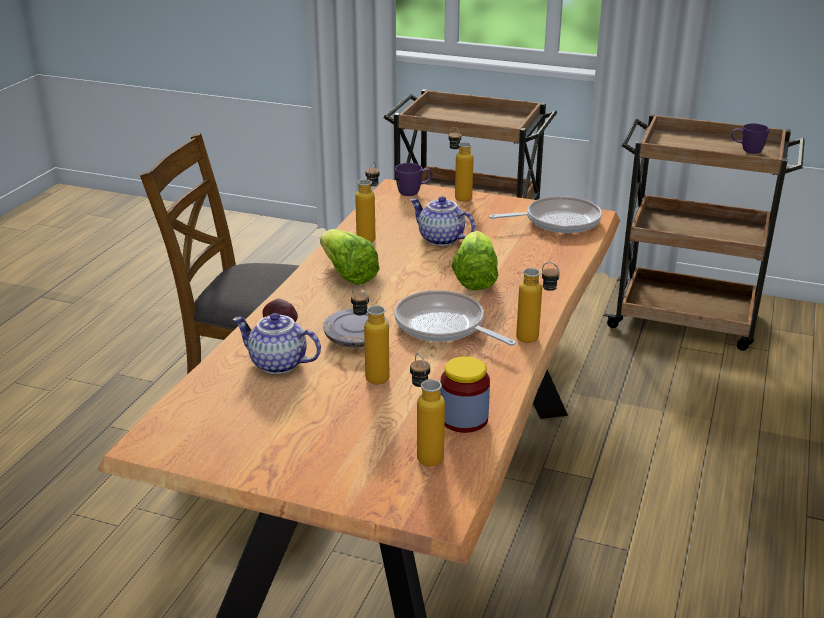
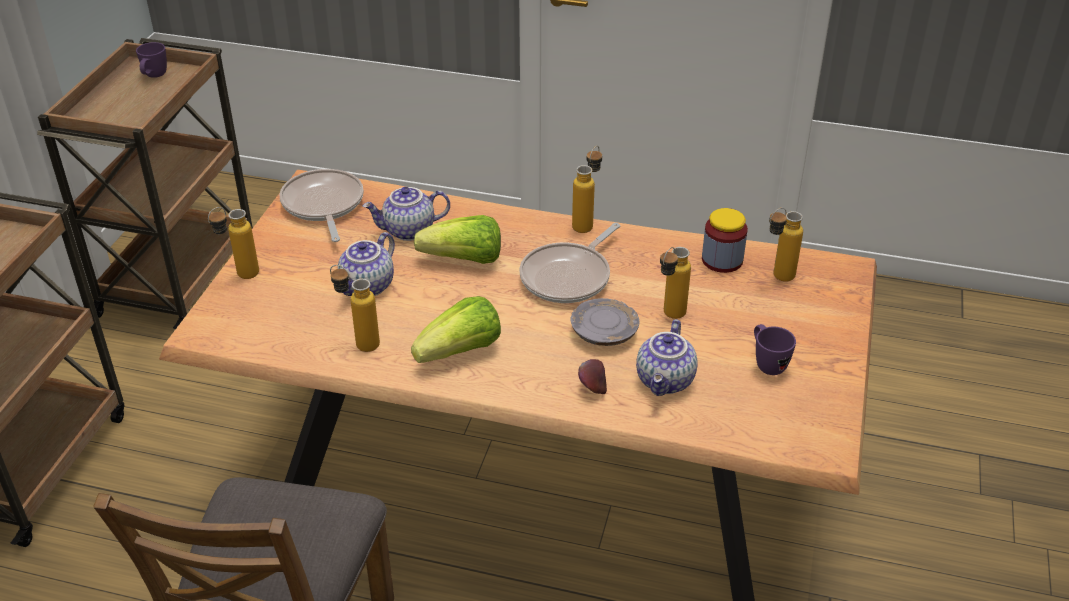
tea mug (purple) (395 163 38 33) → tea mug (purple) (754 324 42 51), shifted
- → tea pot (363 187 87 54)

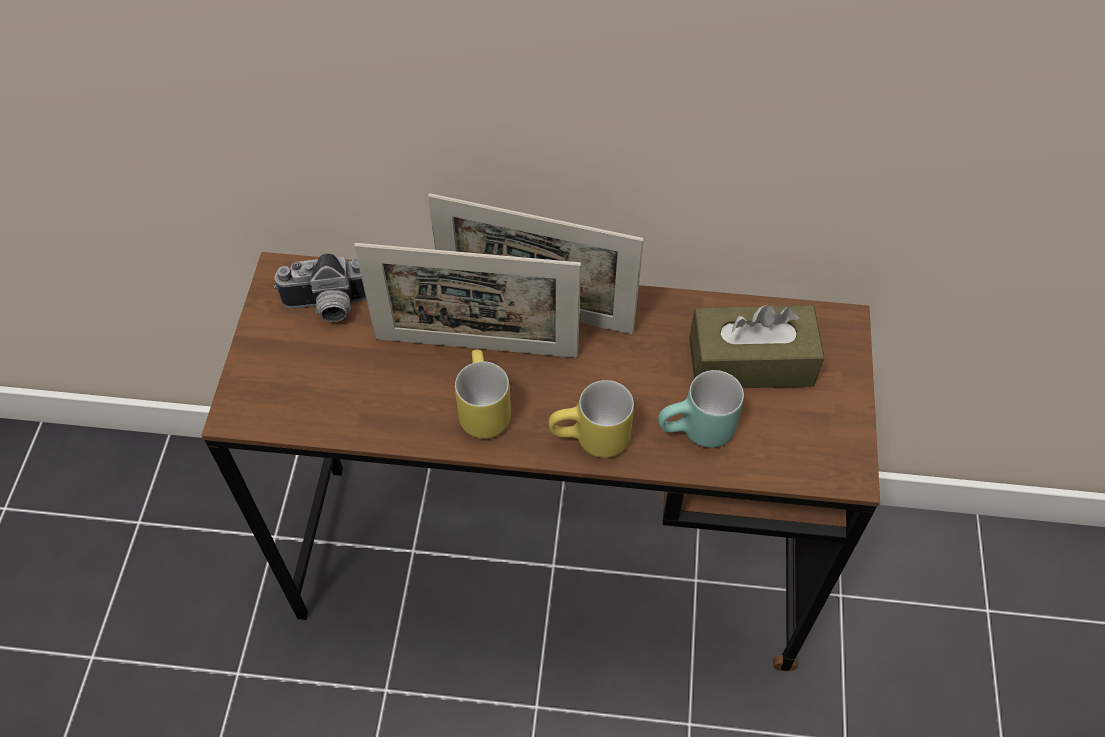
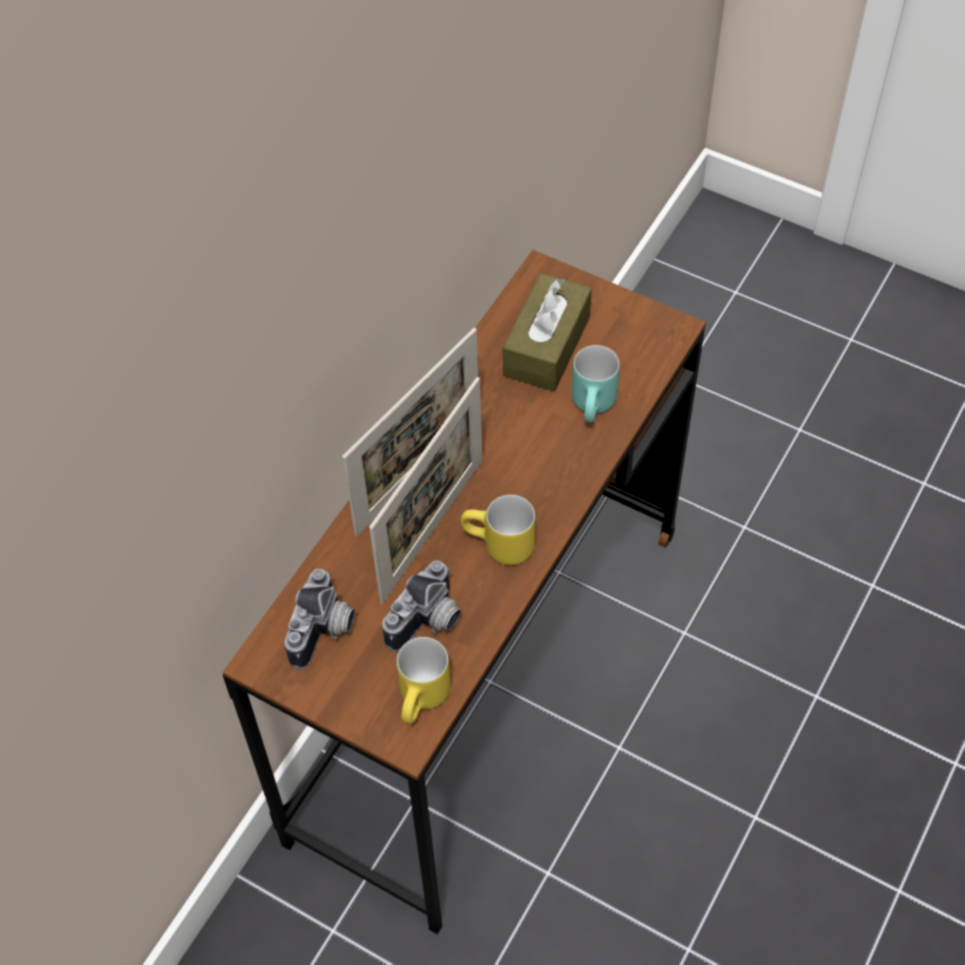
tea mug (yellowish) (549 380 85 78) → tea mug (yellowish) (397 637 54 87), shifted
- → photo camera (382 560 79 92)

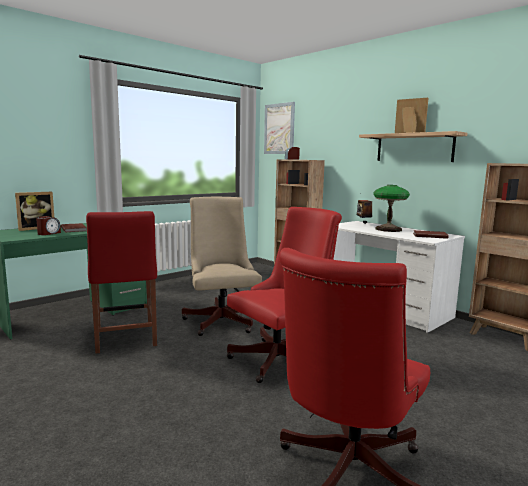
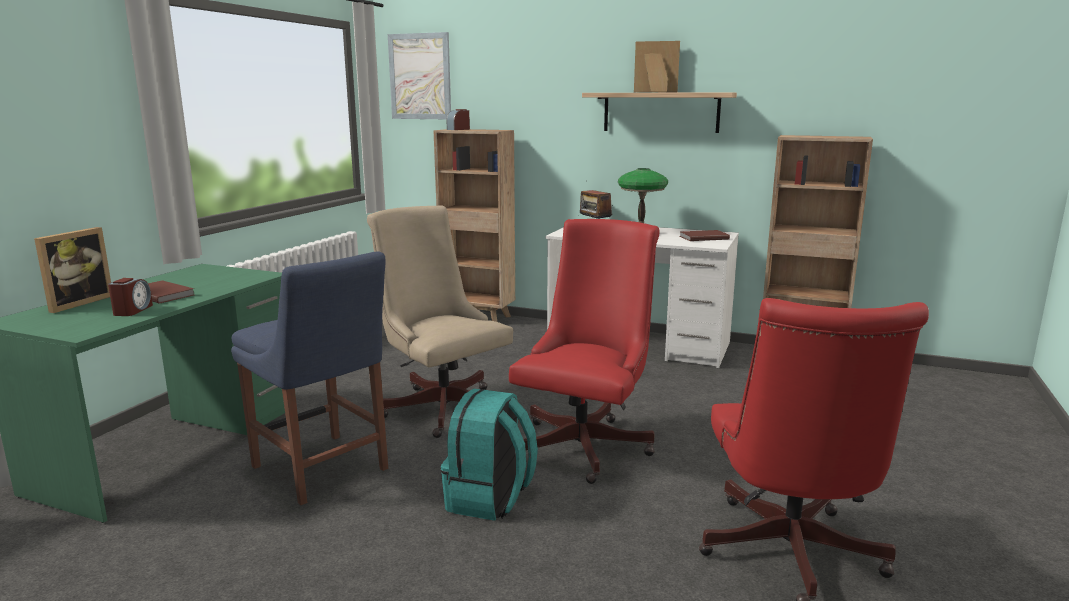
plain chair (red-coloured) (86 211 71 143) → plain chair (blue) (231 251 157 254)
- → backpack (turquoise) (441 389 97 132)

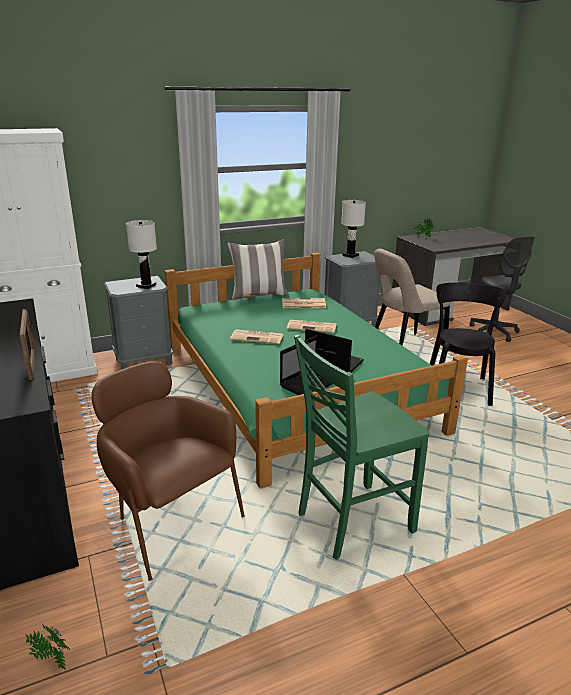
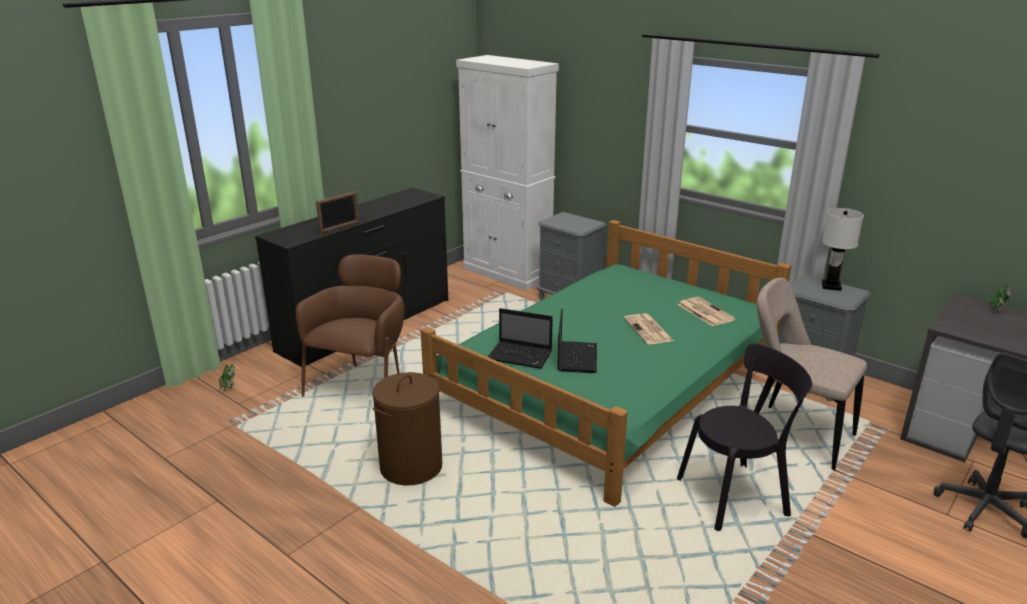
table lamp (white-coloured) (126 220 31 69) → -
pillow (228 239 61 61) → -
daily paper (230 329 53 15) → -
plain chair (green) (294 334 136 226) → laundry basket (brown-coloured) (372 372 70 113)

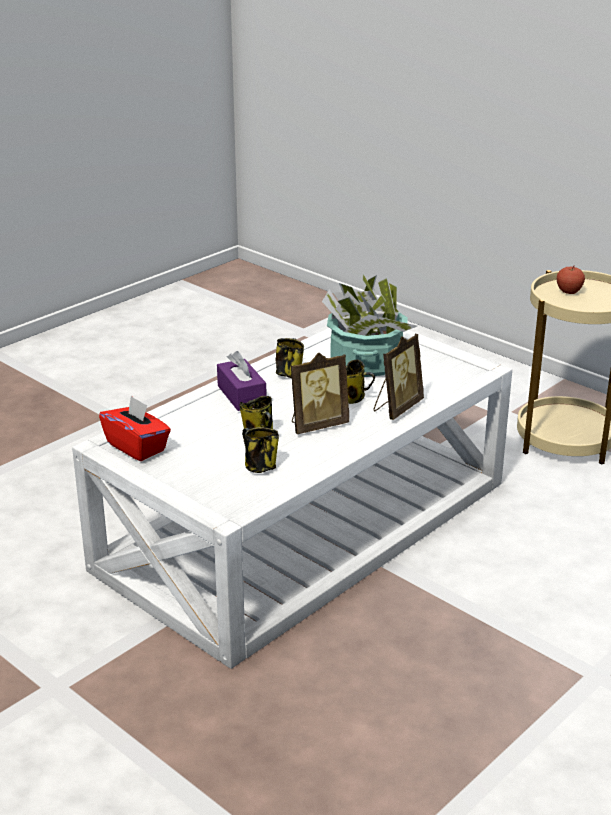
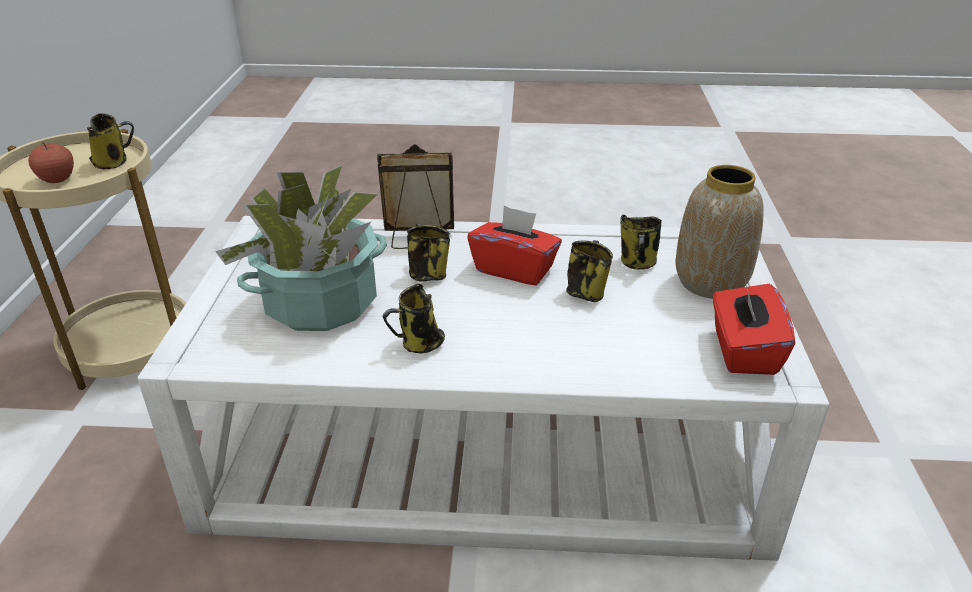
tissue holder (purple) (217 351 50 60) → -
picture frame (291 352 58 82) → tissue holder (red-coloured) (467 206 95 80)
- → tea mug (87 114 47 55)
- → flower vase (675 165 89 134)

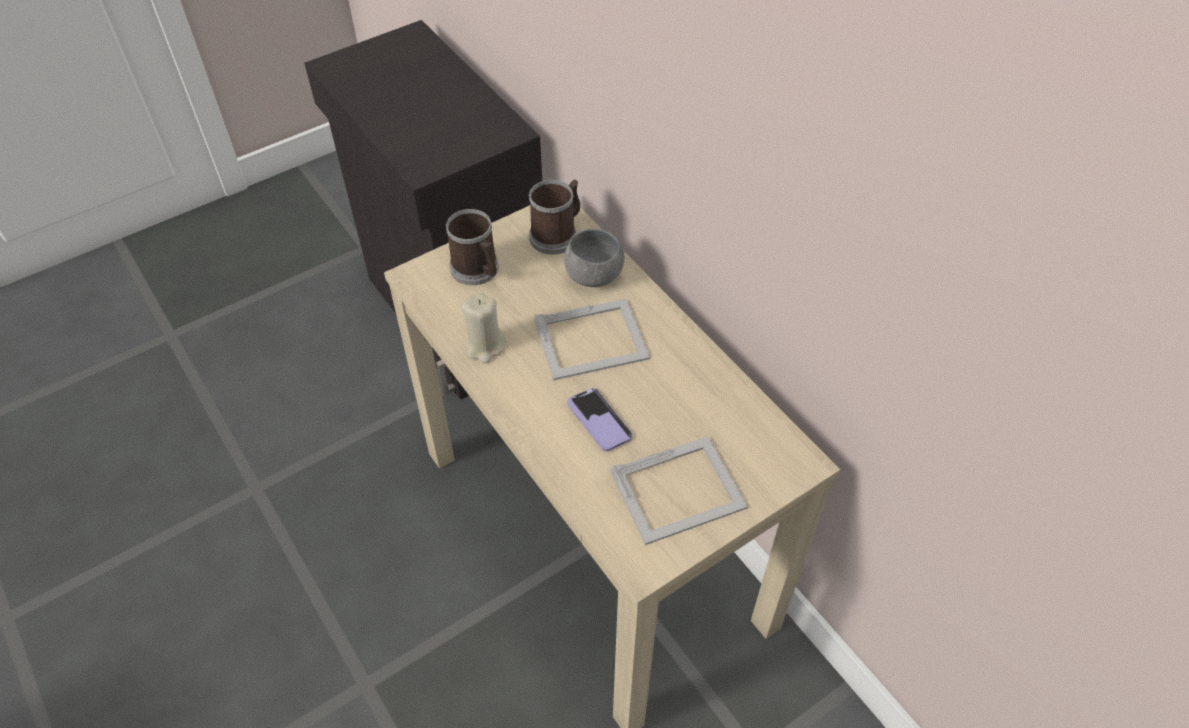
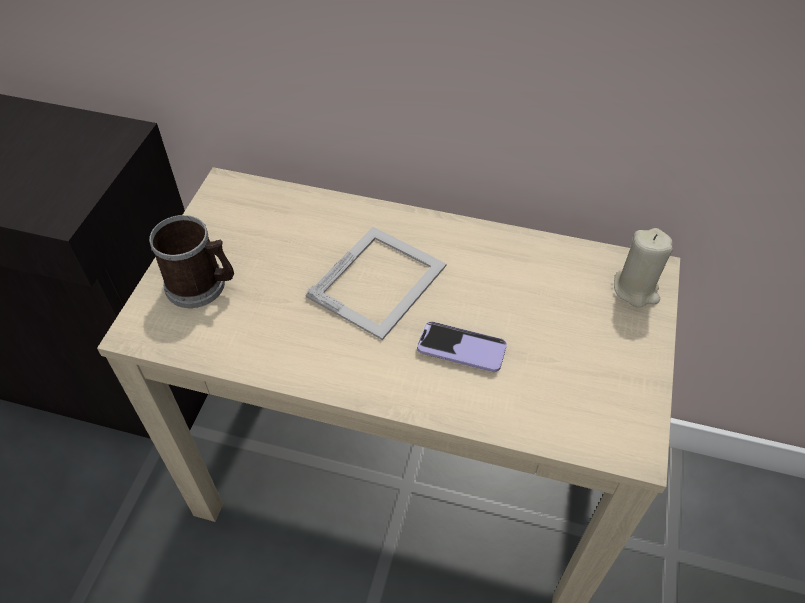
tea mug (529 180 51 75) → -
bowl (grey) (564 229 61 58) → -
wax candle (beige-coloured) (463 293 43 70) → wax candle (beige-coloured) (614 228 59 80), shifted
picture frame (610 436 138 109) → -

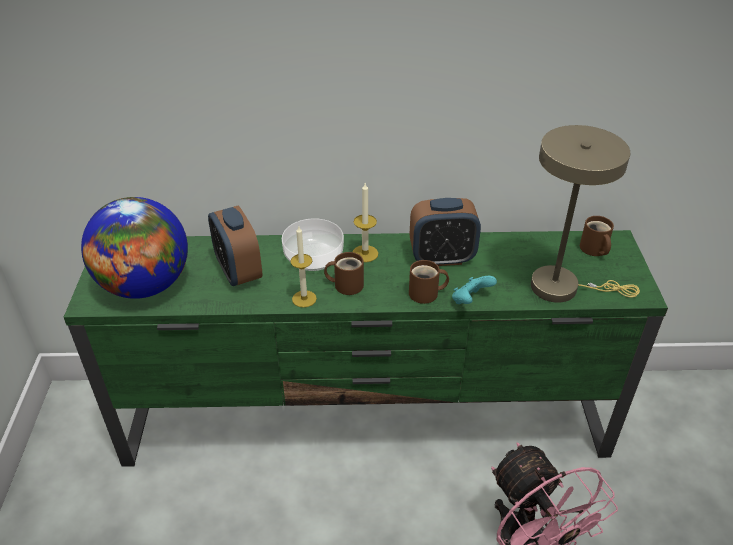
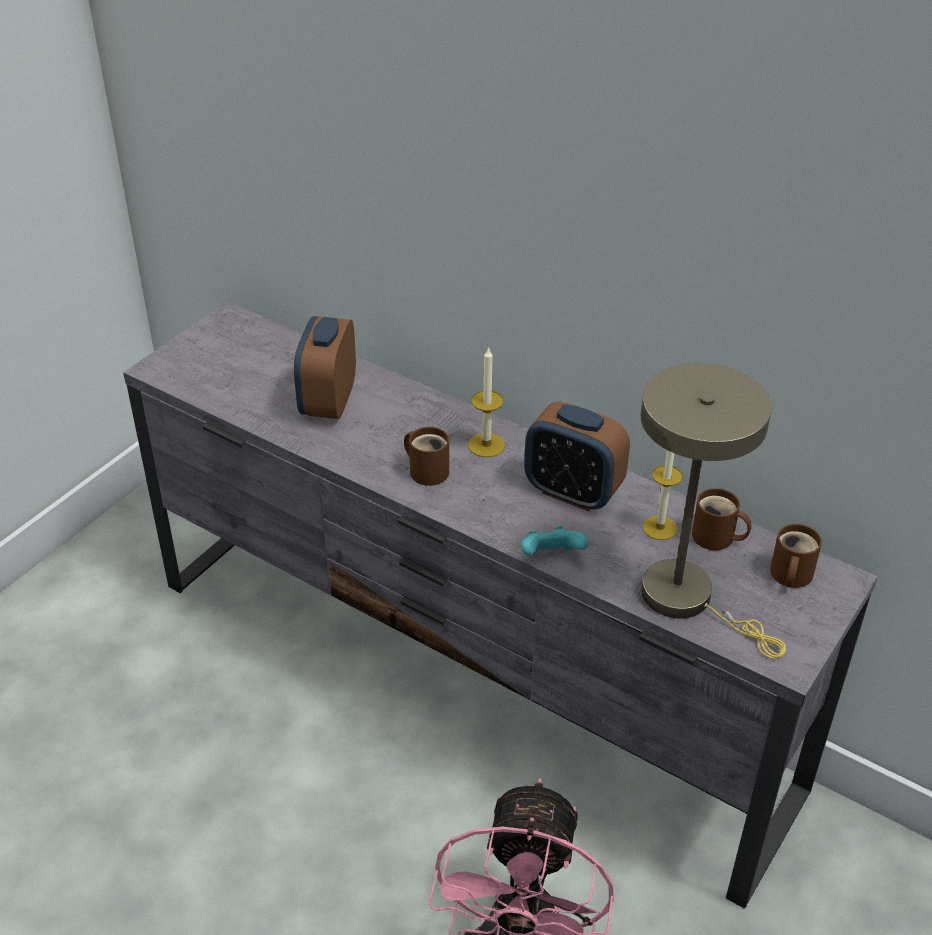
desk globe (81 197 107 102) → -
bowl (282 218 62 53) → -
wax candle (291 225 26 83) → wax candle (643 450 40 90), shifted
tv stand (green) (64 230 604 237) → tv stand (grey) (123 302 755 607)
tea mug (brown-coloured) (409 260 40 44) → tea mug (brown-coloured) (692 488 60 62), shifted

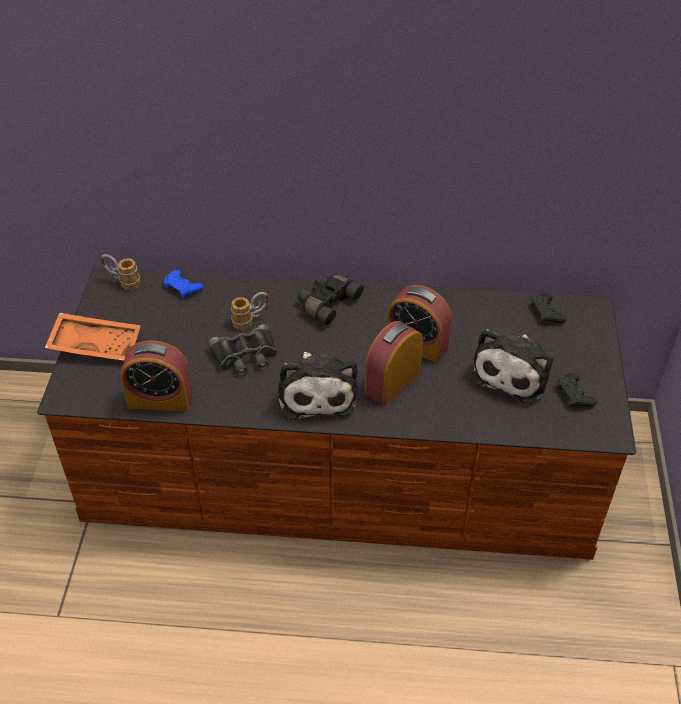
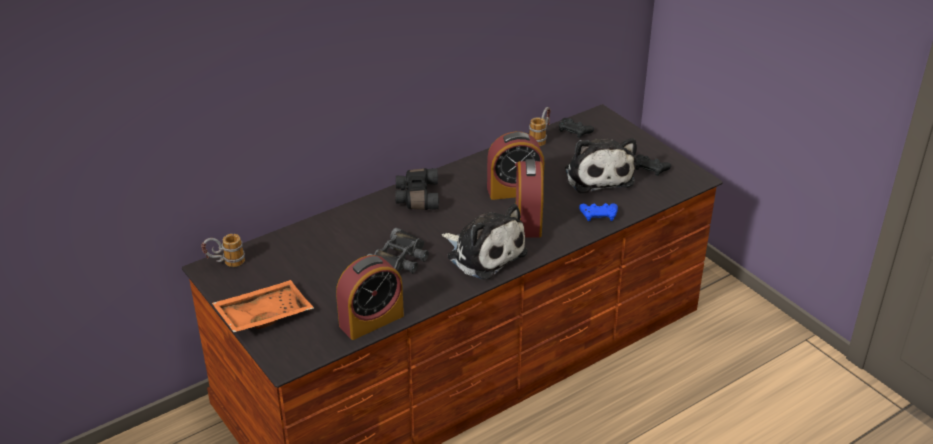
joypad (blue) (164 270 39 28) → joypad (blue) (579 203 39 18), shifted
tea mug (231 292 38 38) → tea mug (529 107 22 39), shifted

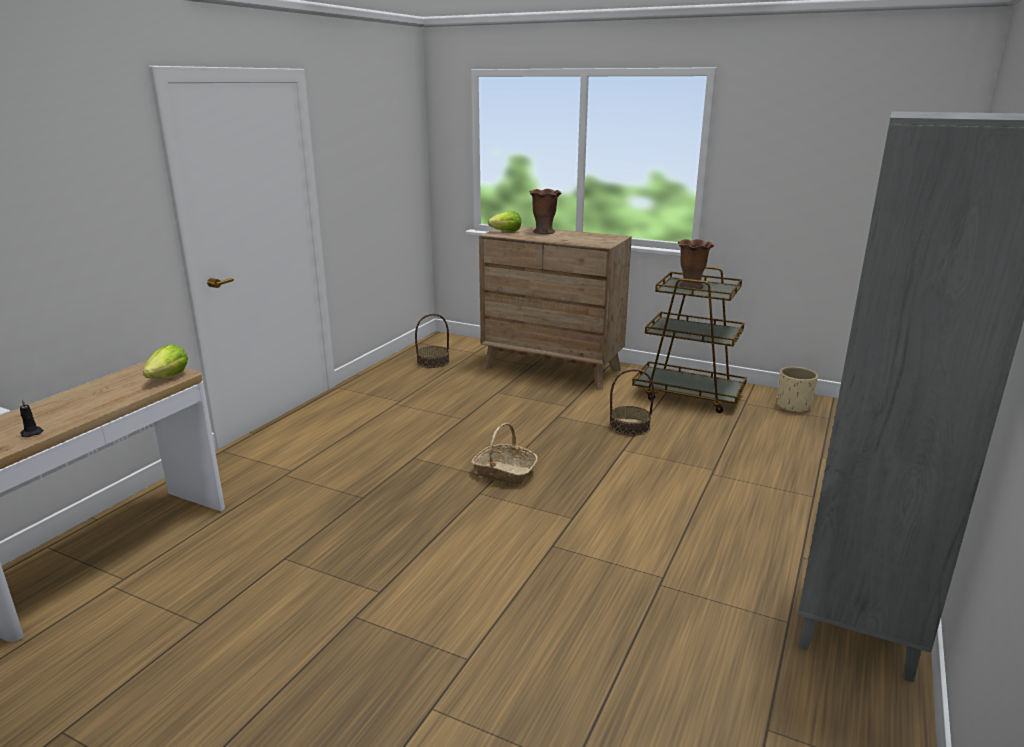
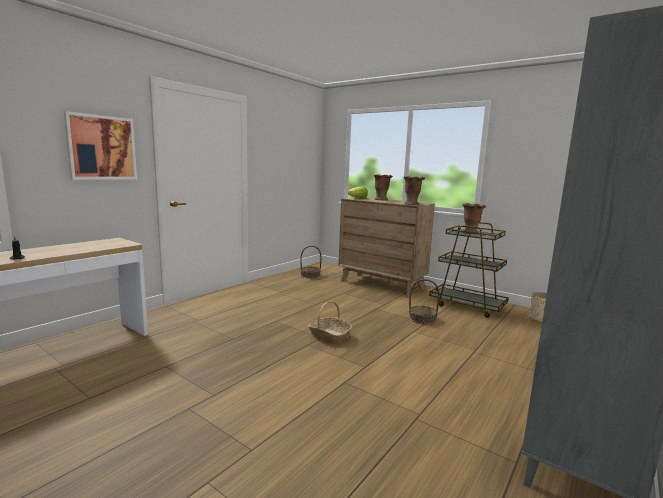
lettuce (143 344 45 35) → -
- → wall picture (64 111 73 69)
- → flower vase (brown-coloured) (403 176 22 29)

